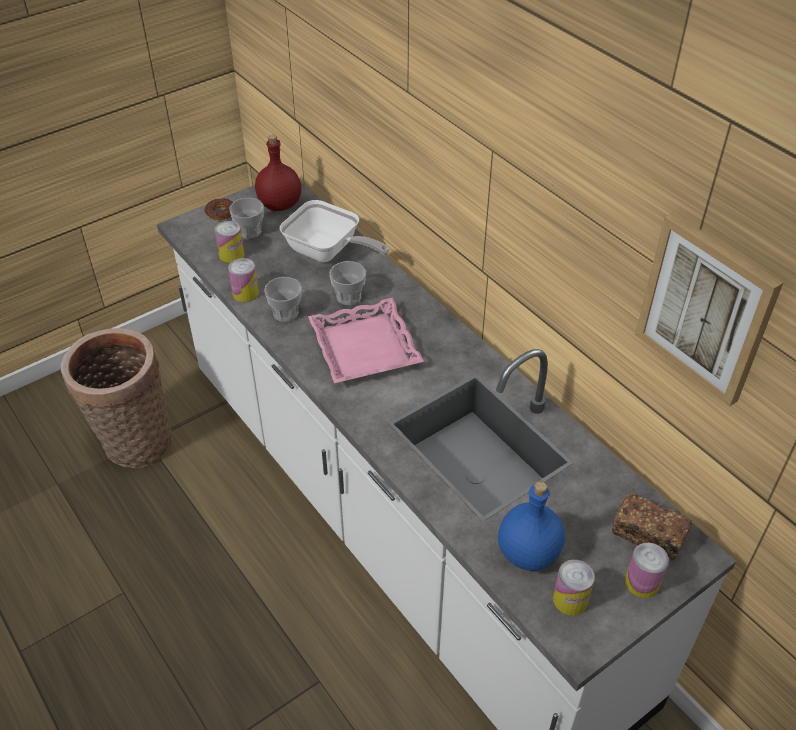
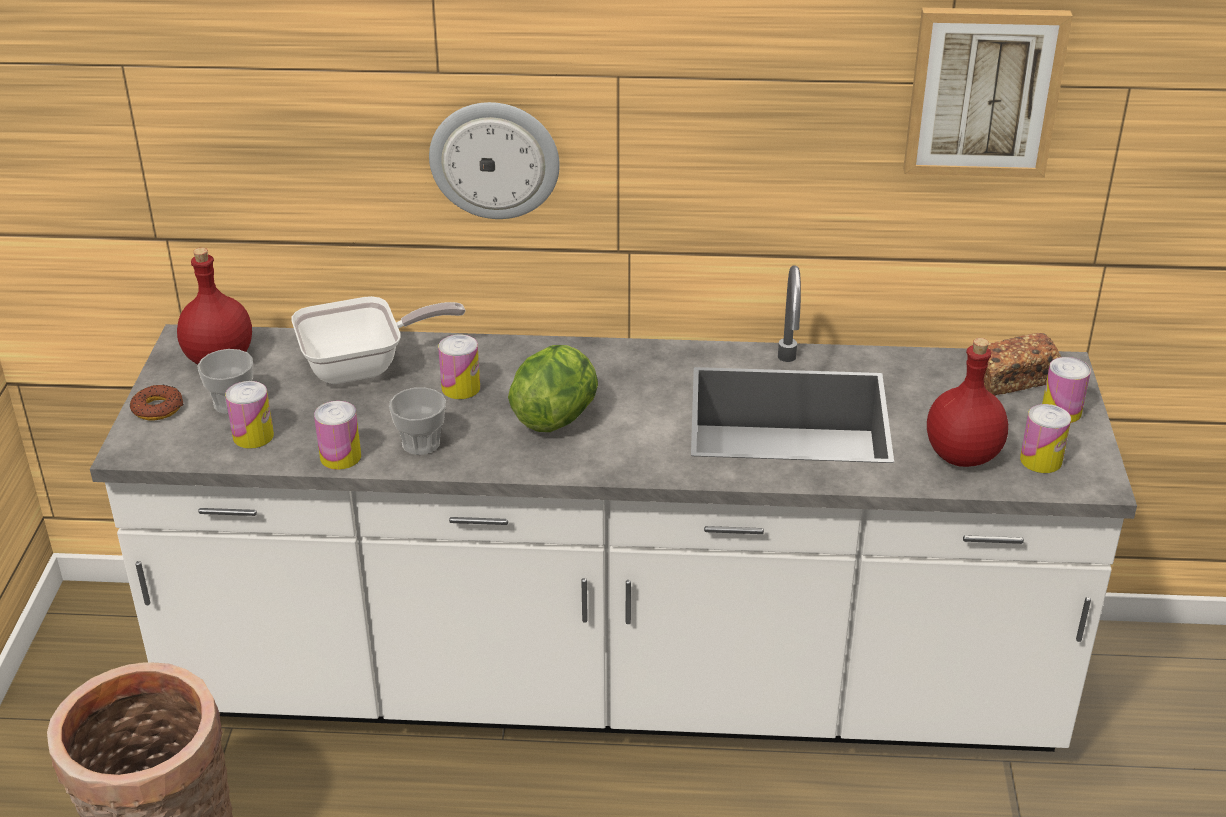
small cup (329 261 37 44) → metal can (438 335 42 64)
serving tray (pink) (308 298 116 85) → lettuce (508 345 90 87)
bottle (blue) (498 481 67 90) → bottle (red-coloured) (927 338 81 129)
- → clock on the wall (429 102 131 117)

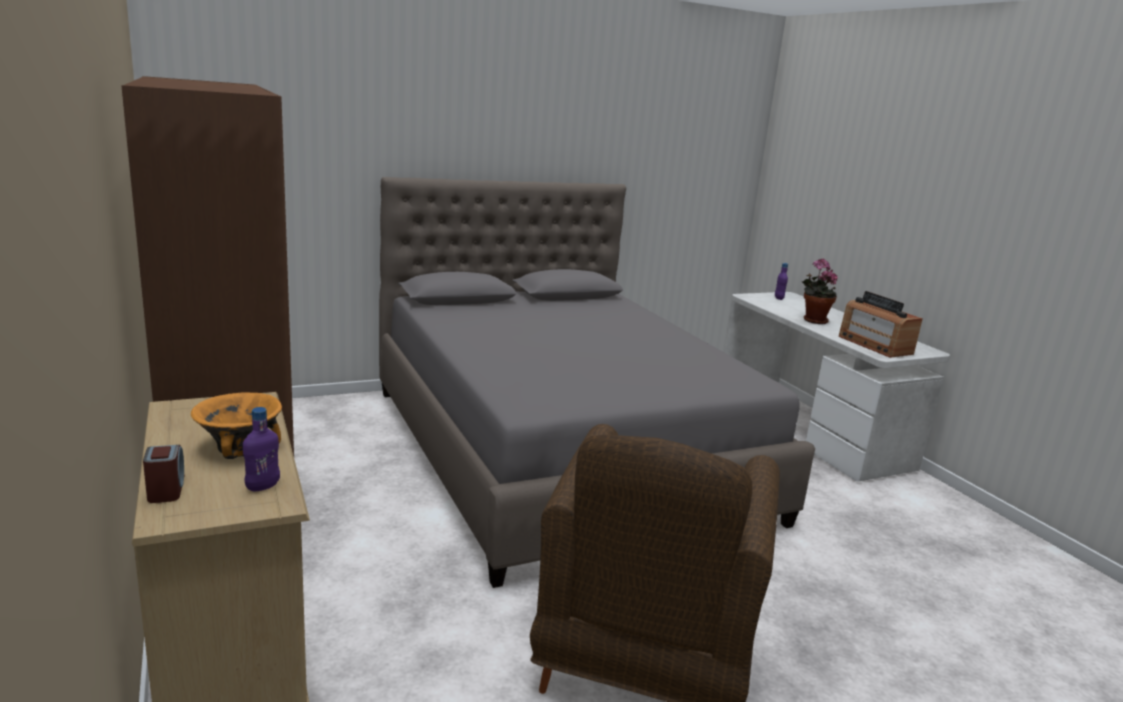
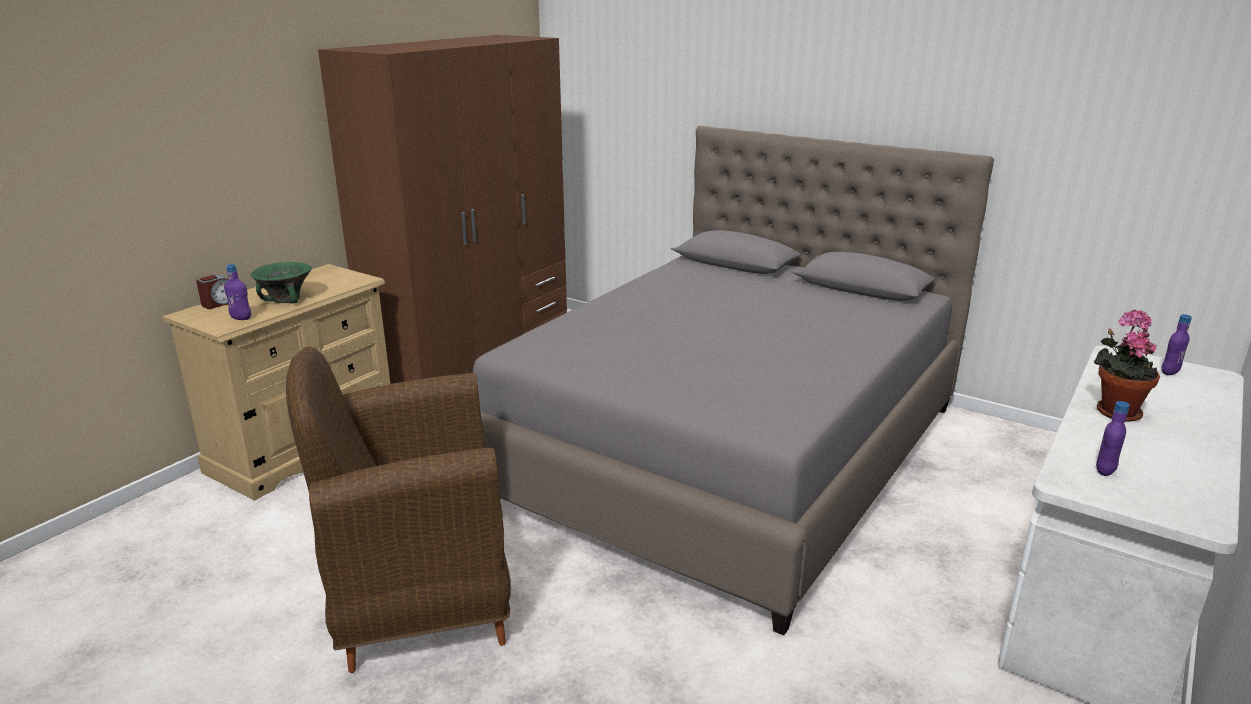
radio receiver (838 291 85 67) → bottle (purple) (1096 401 34 75)
bowl (orange) (191 392 91 67) → bowl (green) (251 262 61 42)

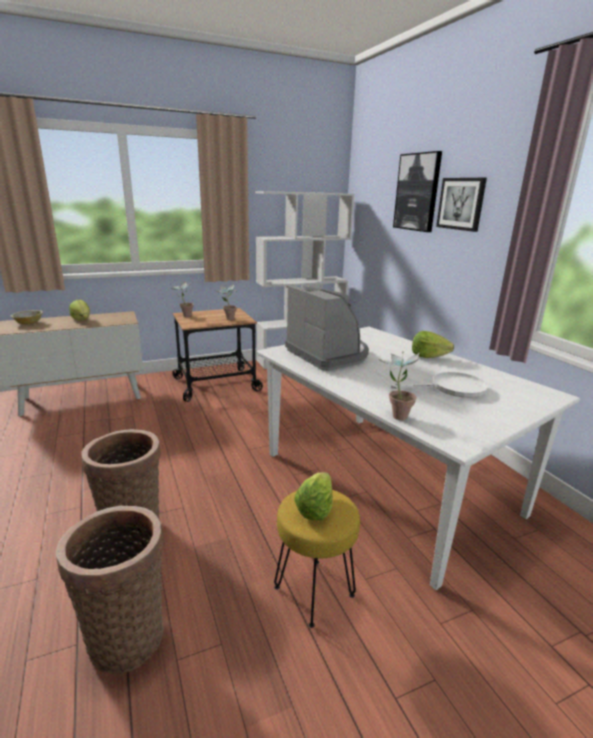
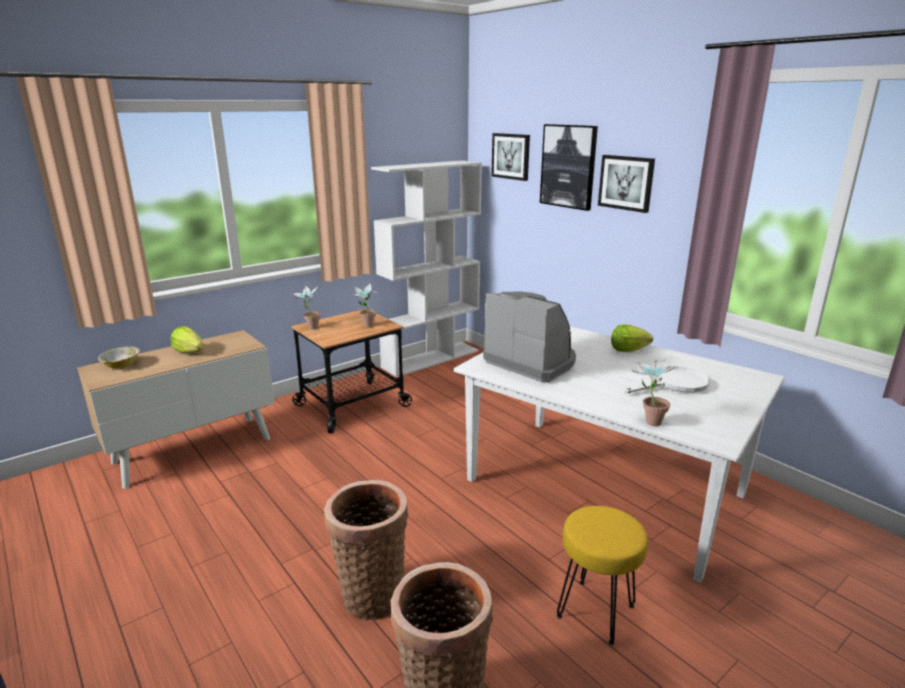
lettuce (294 472 39 48) → -
- → wall picture (491 133 39 48)

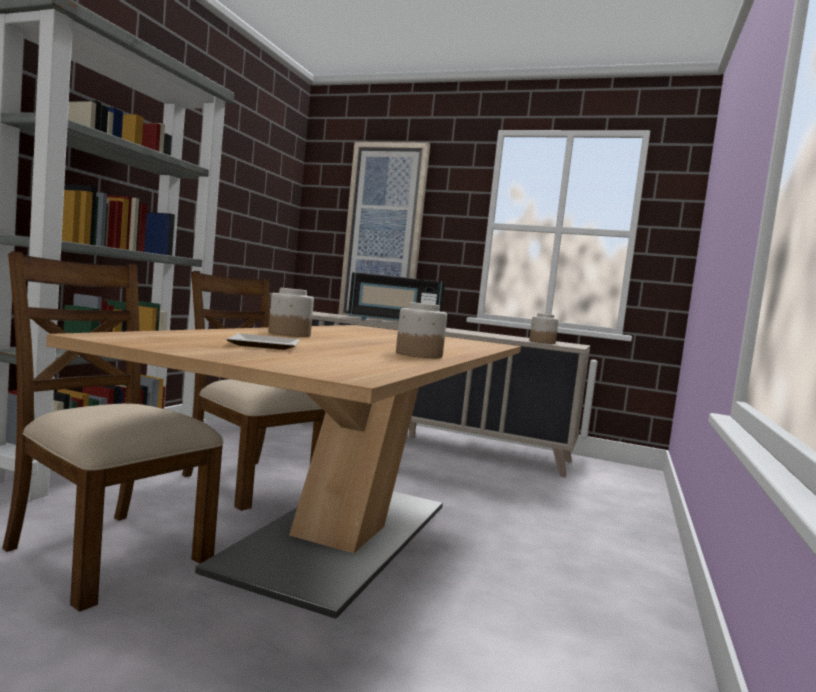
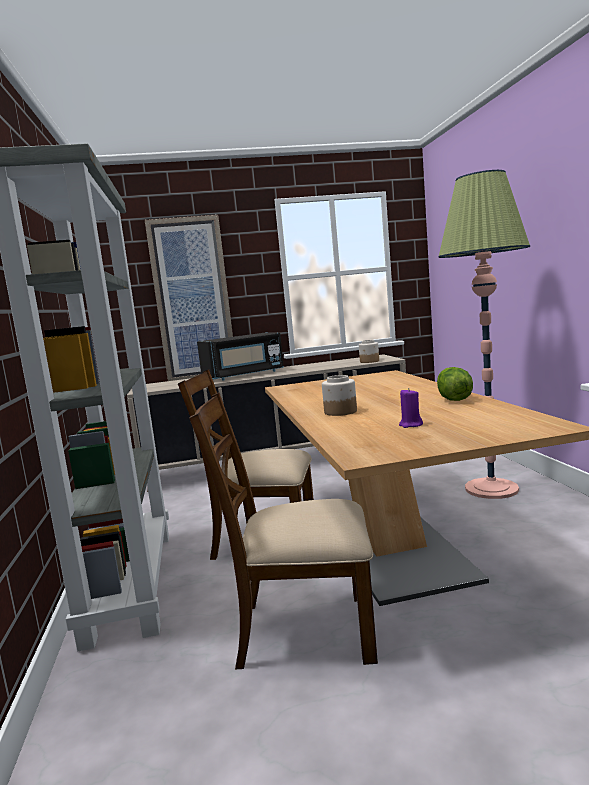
storage jar (396 302 51 56) → lettuce (437 367 36 34)
plate (226 333 73 17) → wax candle (purple) (399 388 24 40)
- → standard lamp (438 170 92 329)

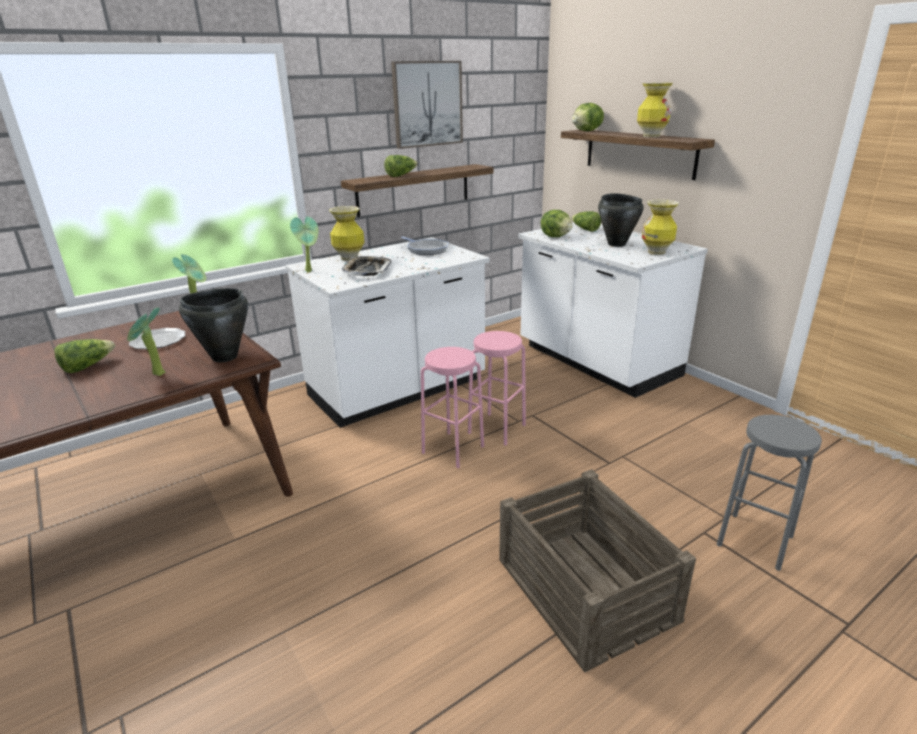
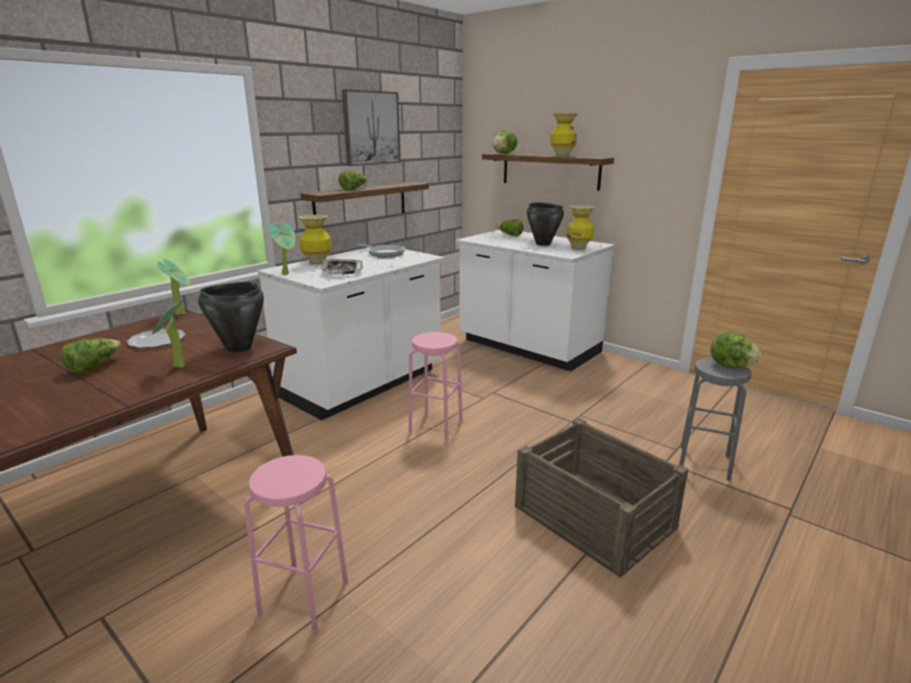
lettuce (541 210 32 27) → lettuce (711 332 50 36), shifted
stool (pink) (468 331 58 115) → stool (pink) (244 455 104 178), shifted

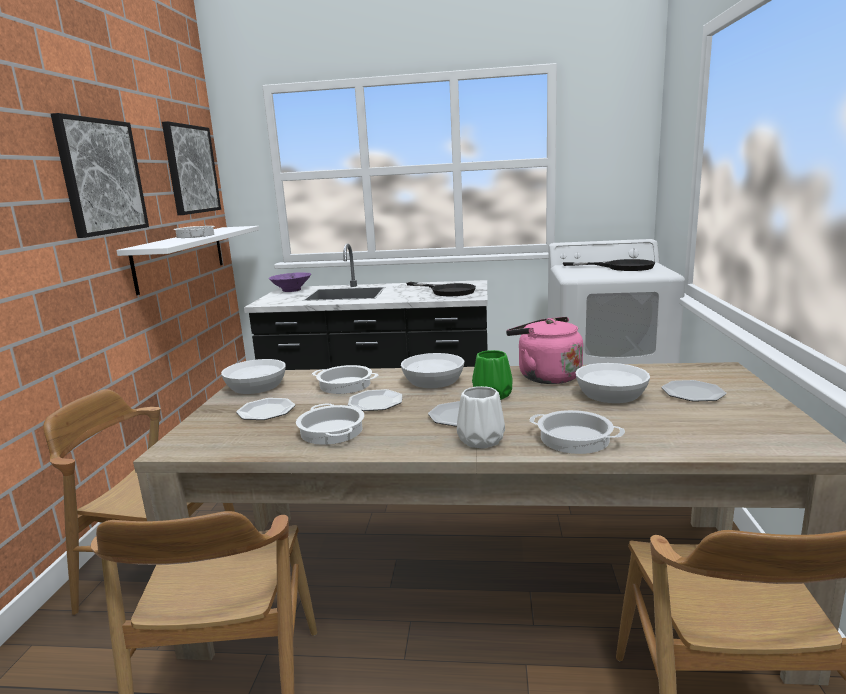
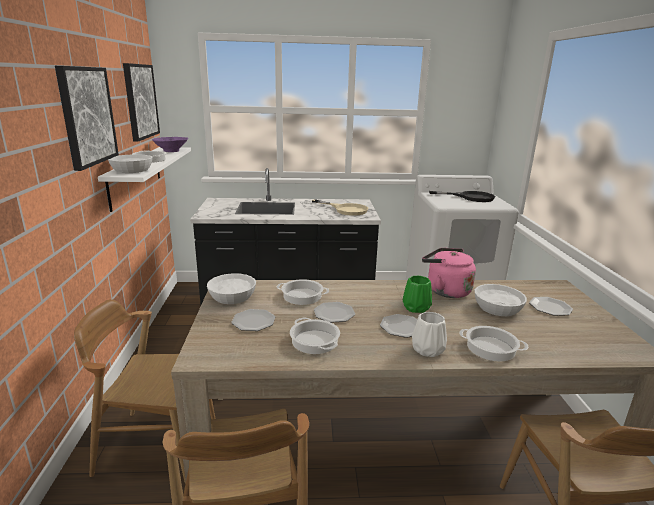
bowl (purple) (269 272 42 20) → bowl (purple) (152 137 36 15), shifted
pan (black) (407 282 69 14) → pan (beige-coloured) (312 199 56 17)
bowl (white-coloured) (401 353 64 35) → bowl (white-coloured) (108 154 45 19), shifted

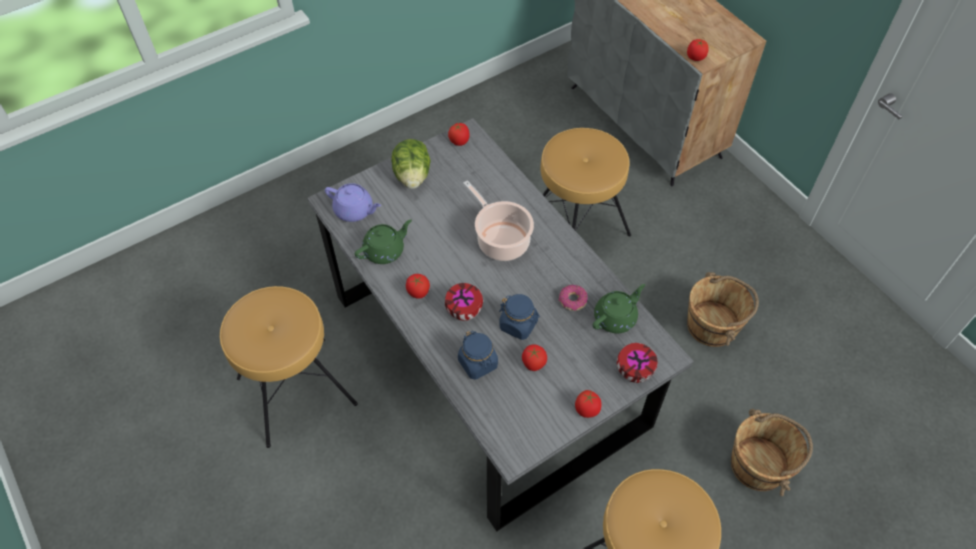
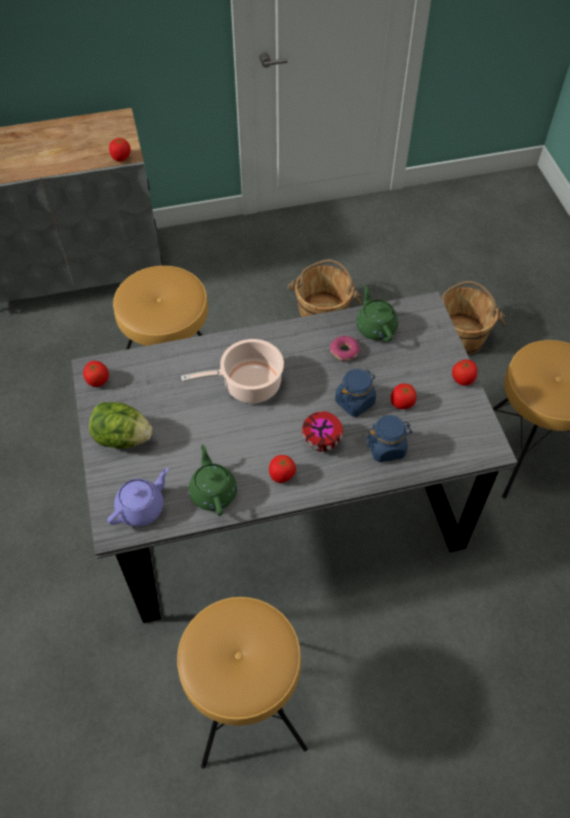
bowl (617 343 41 40) → -

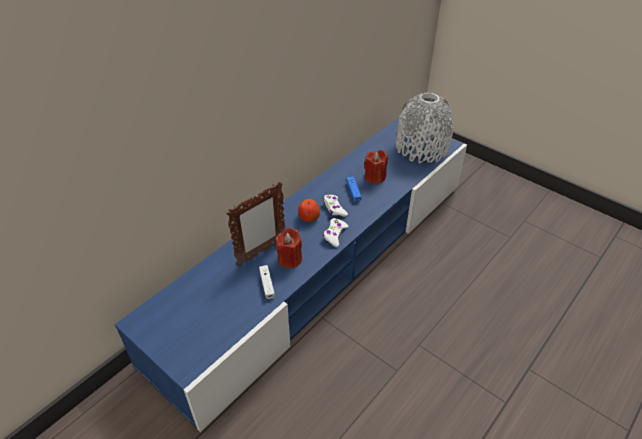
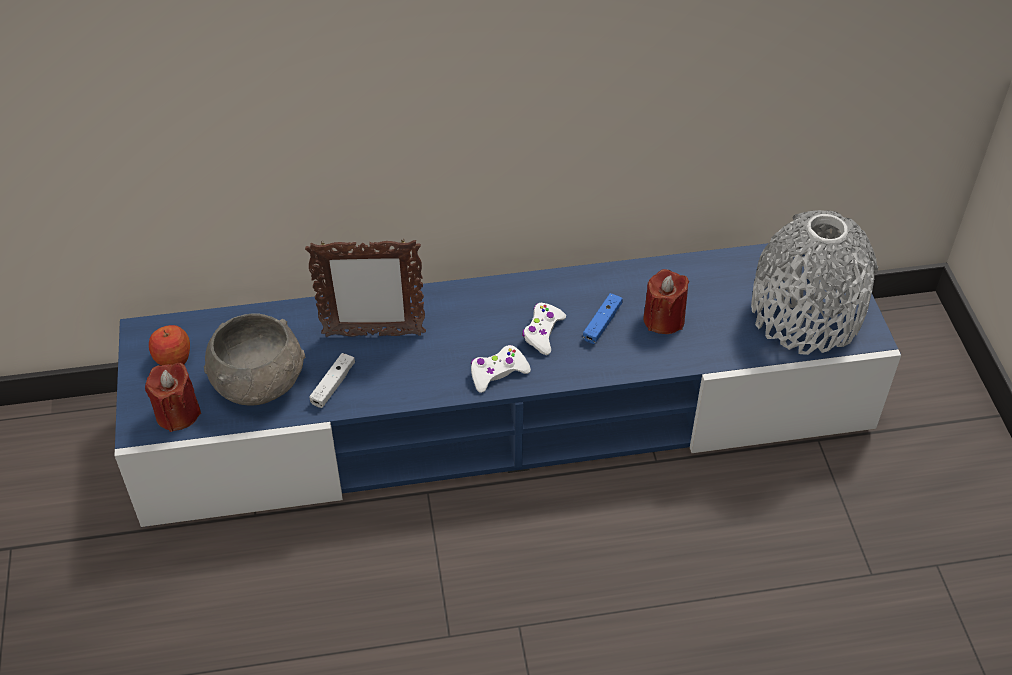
apple (298 199 22 23) → apple (149 325 41 40), shifted
wax candle (red-coloured) (276 228 26 40) → wax candle (red-coloured) (145 363 56 69), shifted
- → bowl (grey) (204 313 102 93)

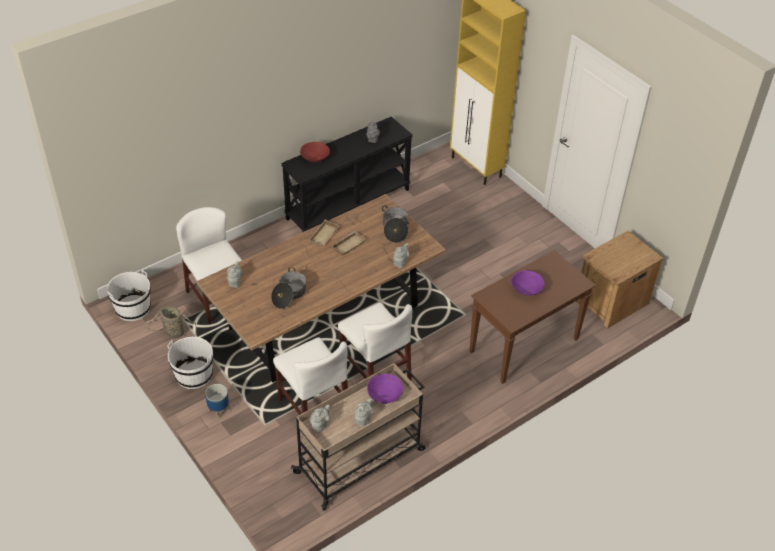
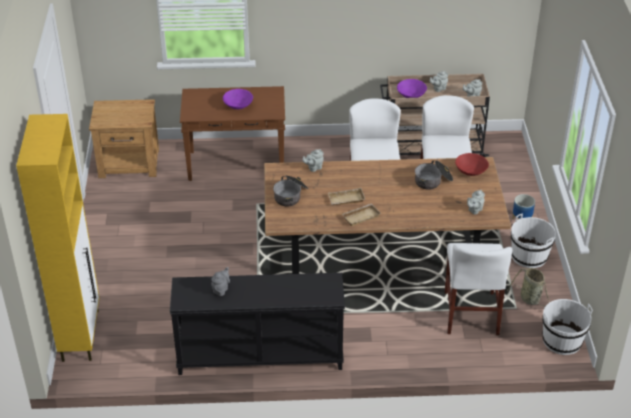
bowl (red-coloured) (300 142 30 20) → bowl (red-coloured) (455 153 34 23), shifted

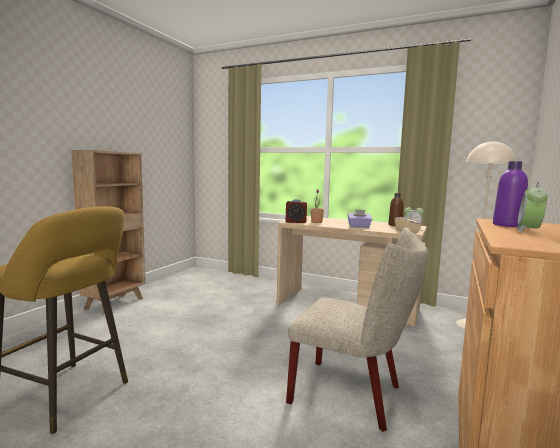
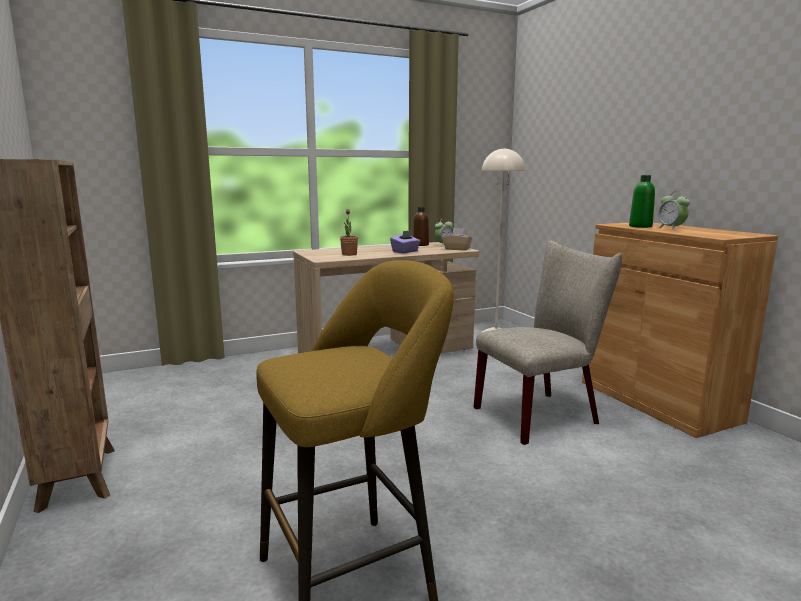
bottle (purple) (493 161 35 66) → bottle (green) (629 175 26 53)
alarm clock (286 199 21 24) → -

